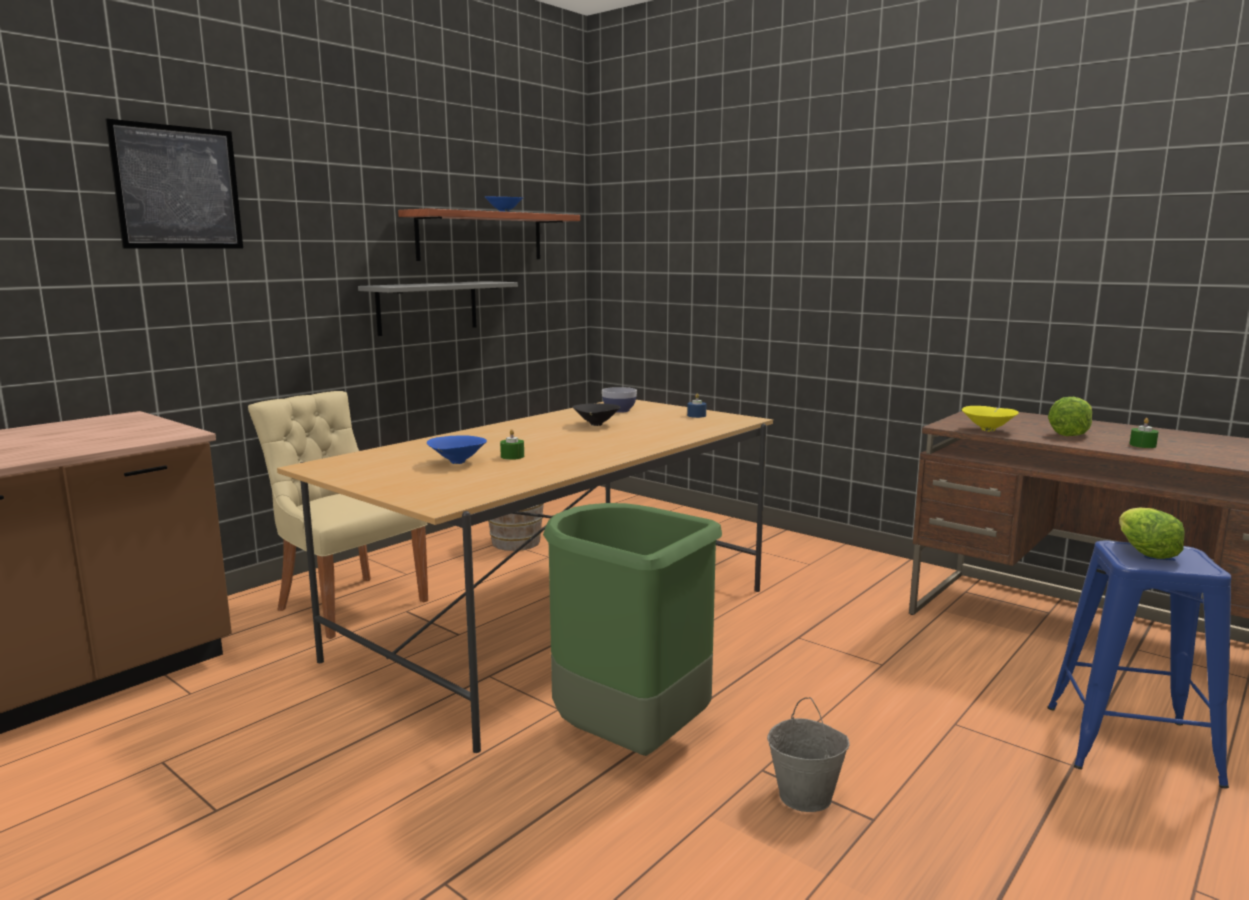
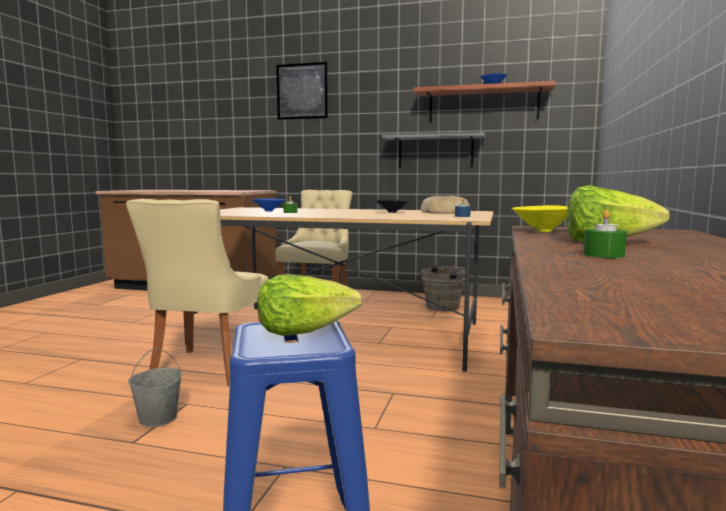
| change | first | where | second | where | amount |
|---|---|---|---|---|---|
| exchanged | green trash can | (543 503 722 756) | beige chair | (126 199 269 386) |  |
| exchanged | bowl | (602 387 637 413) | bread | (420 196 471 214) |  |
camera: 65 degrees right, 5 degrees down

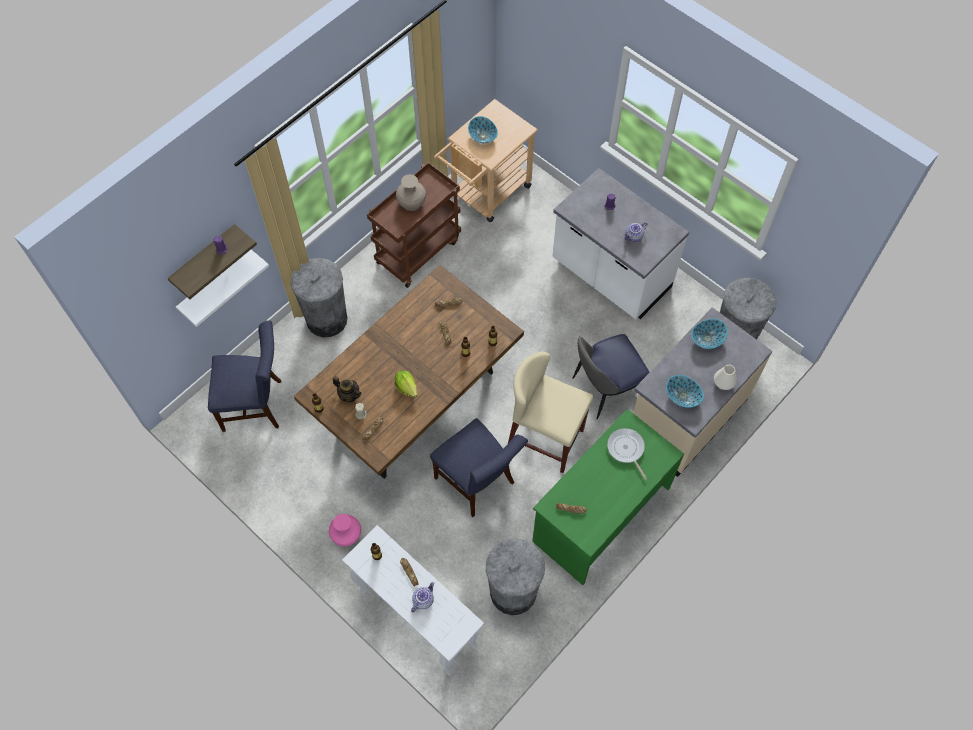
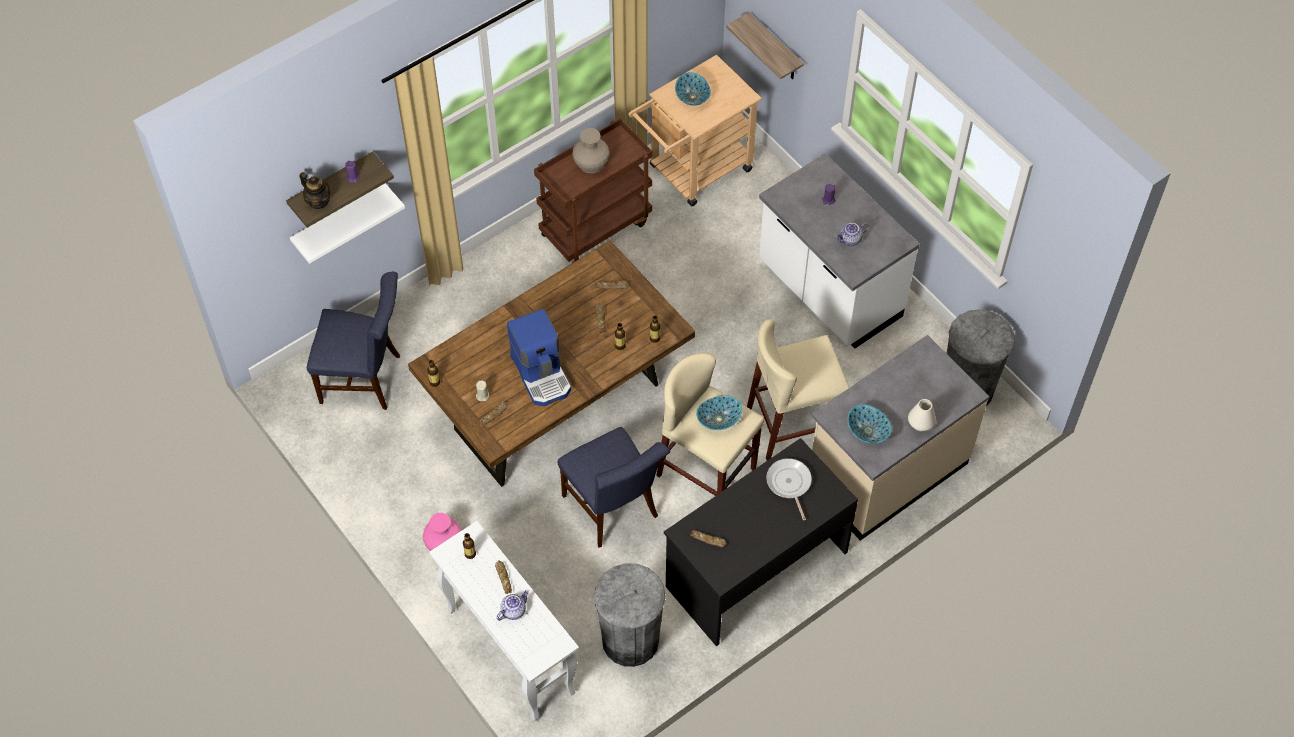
| change | first | where | second | where | amount |
|---|---|---|---|---|---|
| relocated | teapot | (333 376 362 402) |  | (300 172 330 209) |  |
| exchanged | lettuce | (395 370 417 398) | coffee machine | (507 309 571 406) |  |
| colour | green desk | (532 409 684 585) | black desk | (664 438 858 646) |  |
| relocated | bowl | (691 319 728 349) |  | (696 395 742 430) |  |
| appeared |  |  | shelf | (726 12 804 79) |  |
| exchanged | chair | (572 334 650 419) | beige stool | (747 319 850 461) |  |
| missing | grey trash can | (290 258 347 337) |  |  |  |
camera: 10 degrees right, 5 degrees down

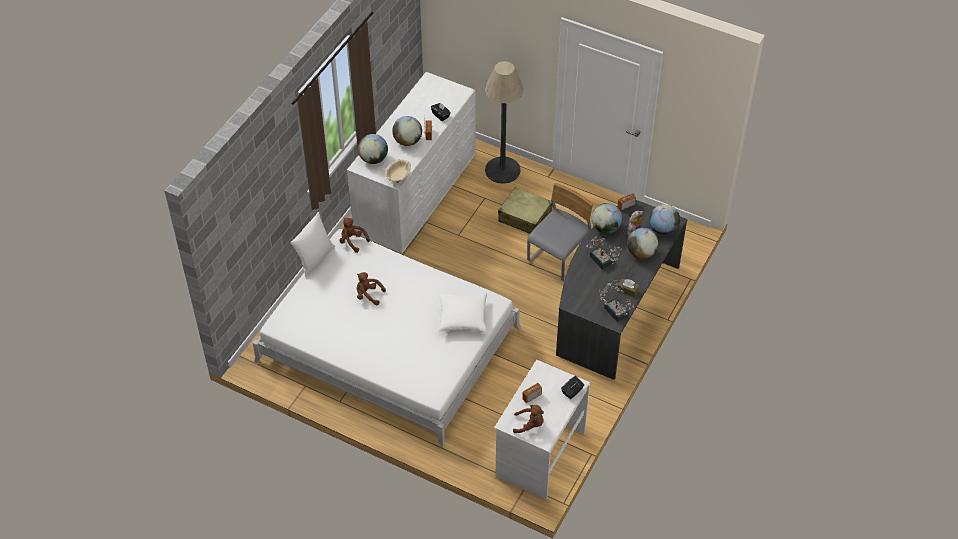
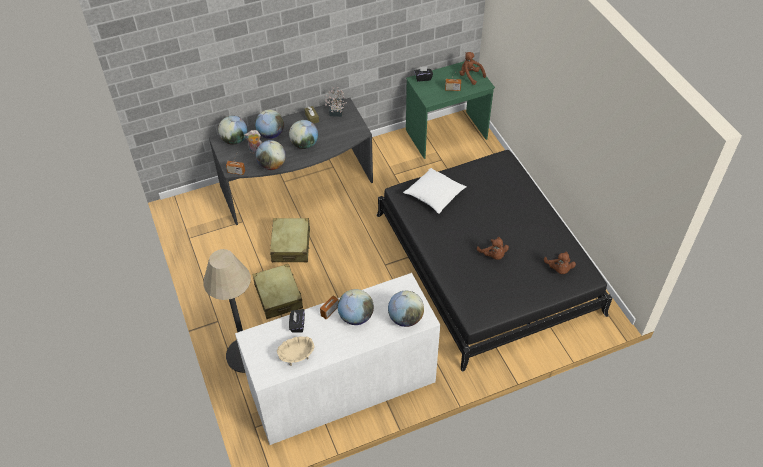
| change | first | where | second | where | amount |
|---|---|---|---|---|---|
| exchanged | grey chair | (527 183 593 281) | beige suitcase | (270 218 310 262) |  |
| relocated | beige bowl | (385 159 411 183) |  | (277 336 315 366) |  |
| exchanged | potted plant | (586 237 620 270) | globe | (289 120 318 149) |  |
| colour | white bed | (253 229 521 448) | black bed | (377 150 612 372) |  |
| colour | white desk | (494 360 590 500) | green desk | (406 59 495 159) |  |
| relocated | brown plush toy | (339 218 370 253) |  | (544 251 576 274) |  |
| missing | white pillow | (290 212 335 277) |  |  |  |
camera: 140 degrees left, 0 degrees up

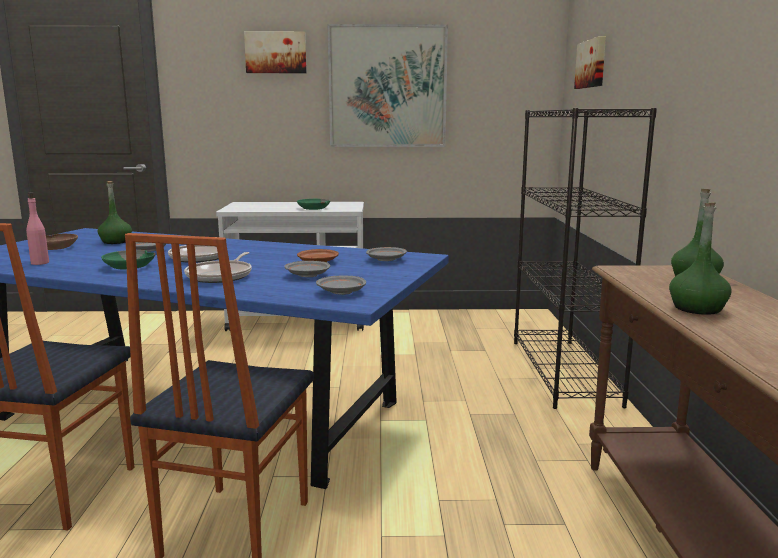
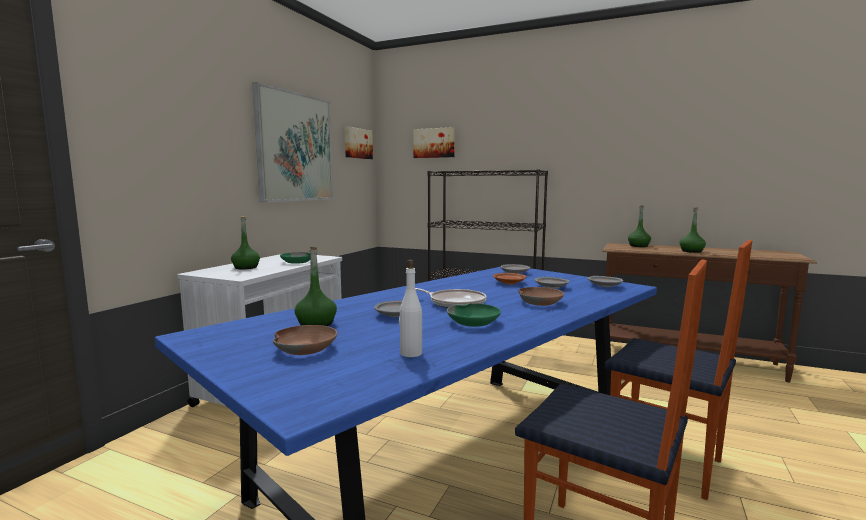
| change | first | where | second | where | amount |
|---|---|---|---|---|---|
| appeared |  |  | green bottle | (231 216 260 269) |  |
| relocated | picture | (244 31 307 73) |  | (345 126 373 159) |  |
| colour | pink bottle | (26 192 49 265) | white bottle | (399 260 422 357) |  |
| exchanged | frying pan | (184 252 252 283) | brown bowl | (518 287 564 306) |  |
camera: 65 degrees left, 5 degrees down

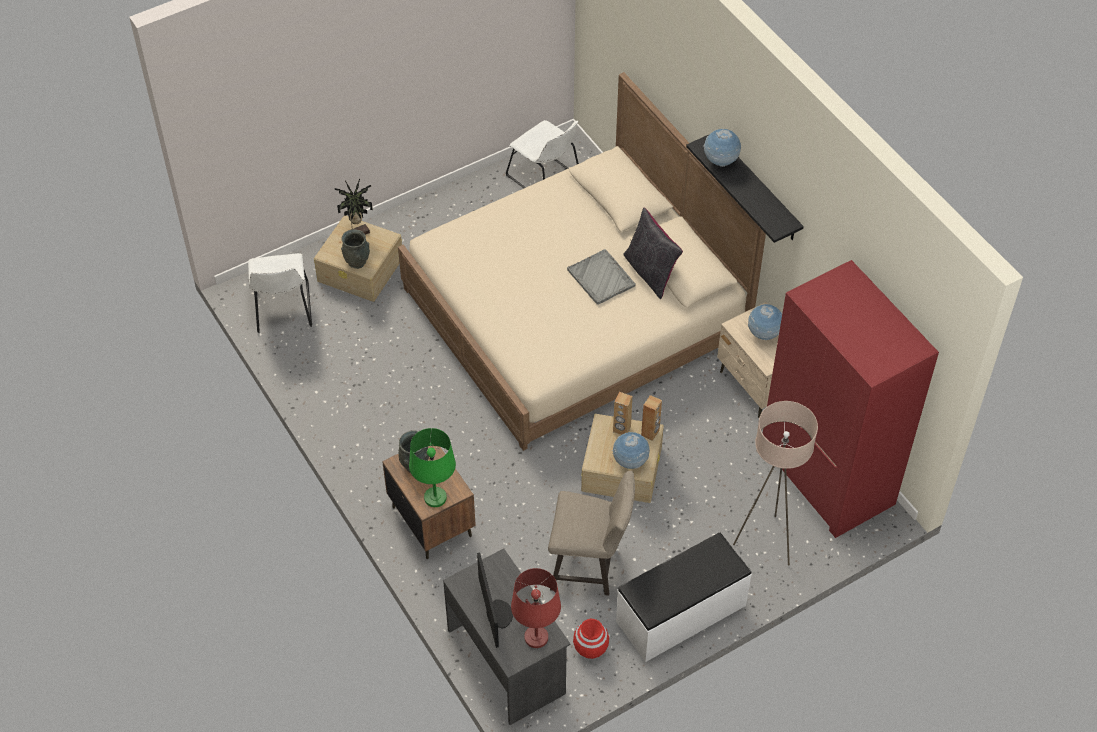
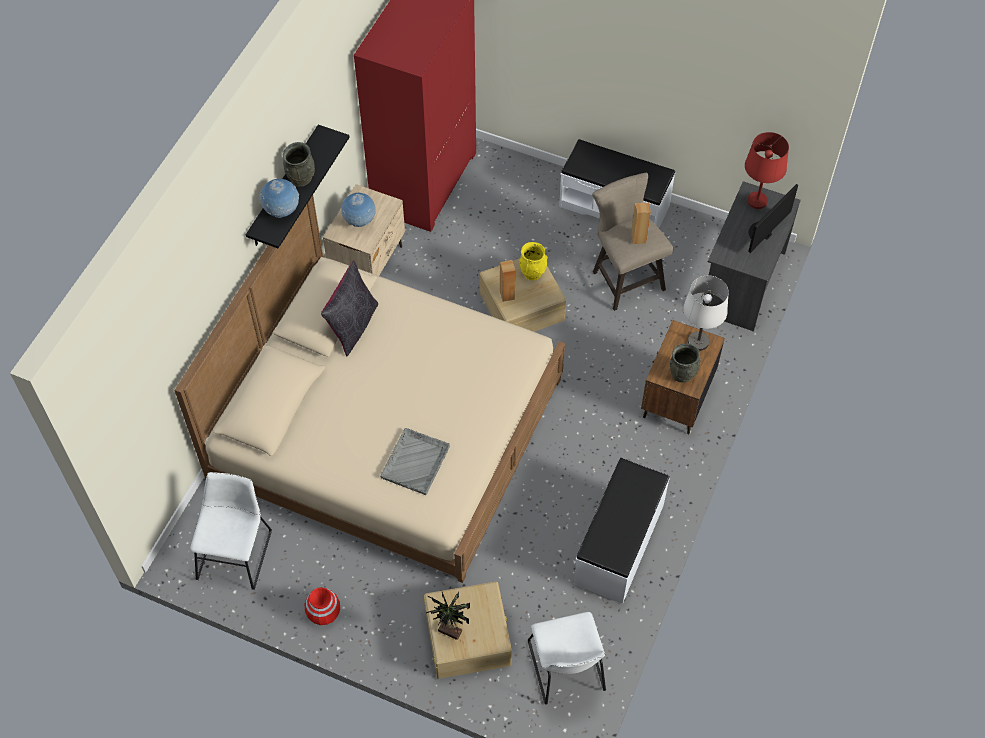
| change | first | where | second | where | amount |
|---|---|---|---|---|---|
| relocated | grey vase | (341 229 370 269) |  | (283 142 315 187) |  |
| relocated | red vase | (573 619 609 659) |  | (305 587 340 625) |  |
| relocated | grey tray | (567 249 636 305) |  | (380 428 450 495) |  |
| exchanged | globe | (612 432 650 469) | yellow vase | (519 242 548 281) |  |
| spun | white chair | (248 253 312 333) |  | (528 612 606 705) | 120 degrees clockwise |
| appeared |  |  | white bench | (574 458 670 604) |  |
| relocated | brown speaker | (641 395 662 441) |  | (631 202 651 244) |  |
| colour | green table lamp | (409 428 456 507) | white table lamp | (683 275 729 351) |  |
| missing | beige floor lamp | (733 401 818 566) |  |  |  |
camera: 125 degrees left, 5 degrees up

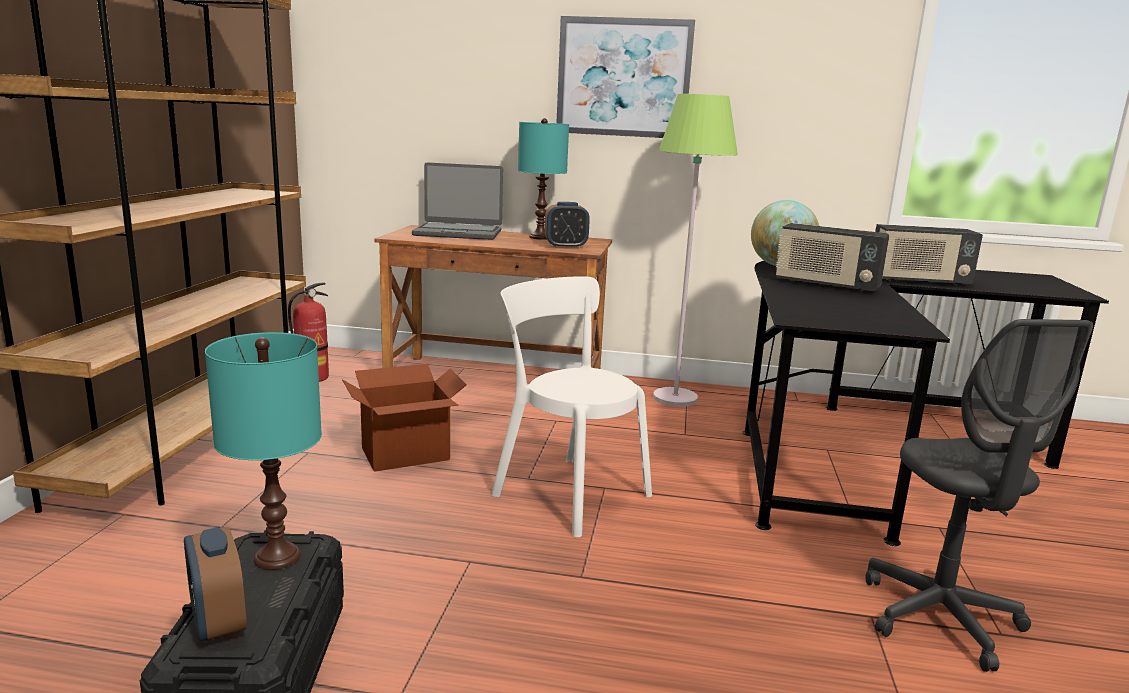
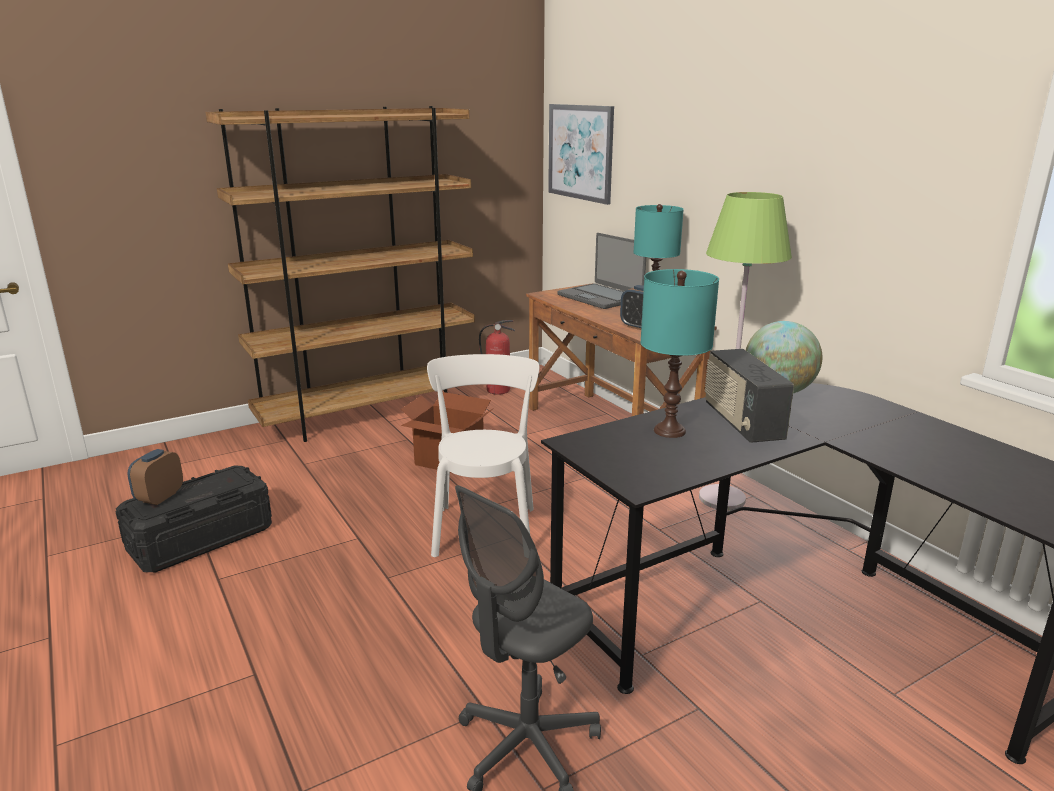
| change | first | where | second | where | amount |
|---|---|---|---|---|---|
| relocated | picture | (556 16 695 138) |  | (548 104 614 205) |  |
| relocated | turquoise table lamp | (205 332 322 570) |  | (640 269 719 438) |  |
| missing | radio | (875 224 983 286) |  |  |  |
camera: 50 degrees right, 5 degrees up

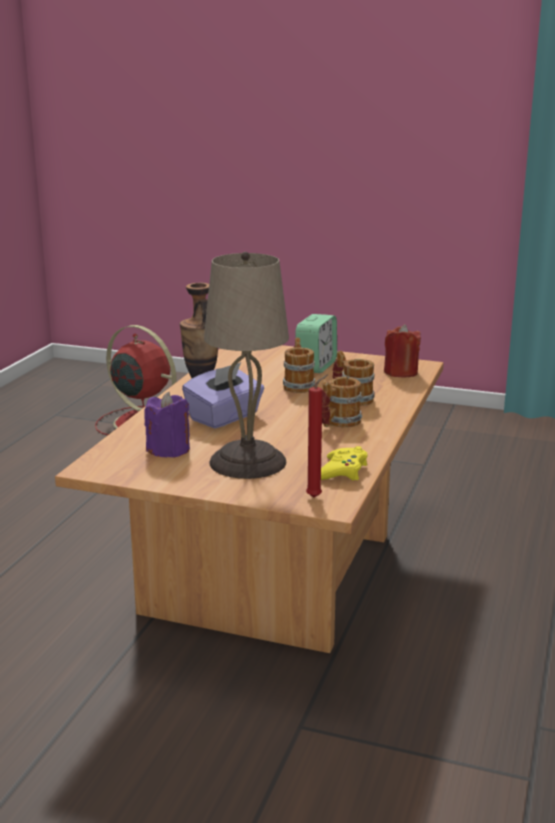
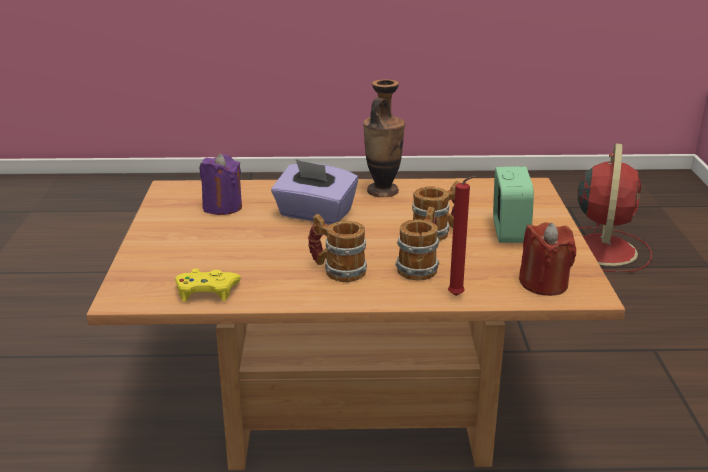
| change | first | where | second | where | amount |
|---|---|---|---|---|---|
| relocated | red candle | (306 374 328 498) |  | (448 176 476 296) |  |
| spun | alarm clock | (295 314 337 373) |  | (493 166 534 243) | 90 degrees counterclockwise |
| missing | beige table lamp | (204 252 289 479) |  |  |  |
camera: 70 degrees right, 5 degrees up

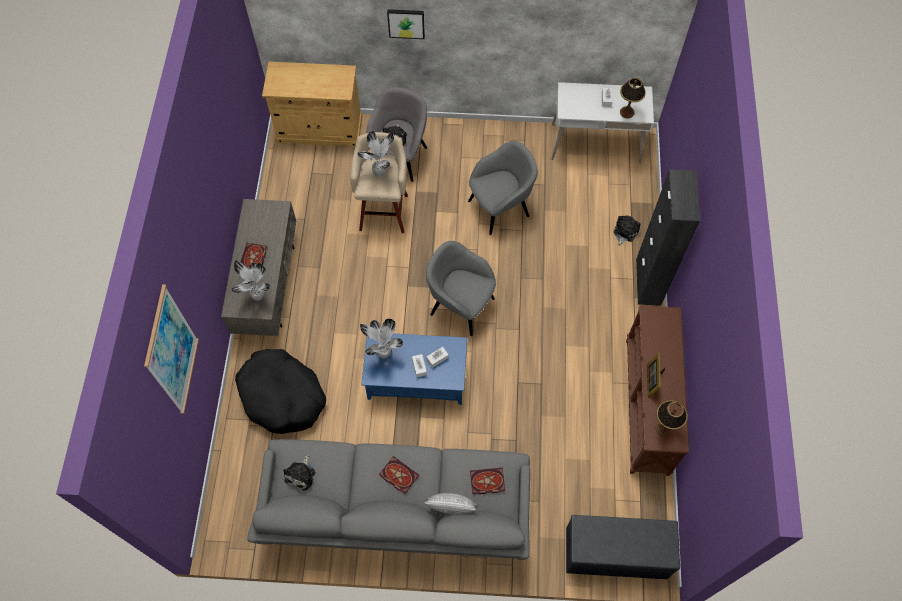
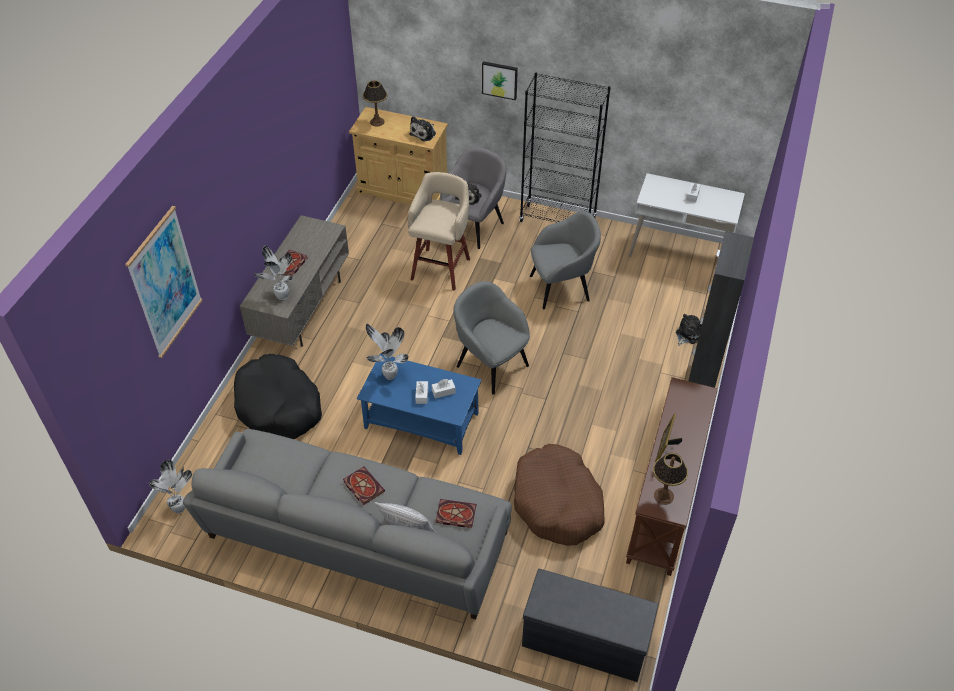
| change | first | where | second | where | amount |
|---|---|---|---|---|---|
| relocated | potted plant | (358 131 394 177) |  | (147 460 192 513) |  |
| relocated | table lamp | (620 78 646 119) |  | (363 80 387 126) |  |
| relocated | plush toy | (283 455 315 491) |  | (409 116 436 142) |  |
| appeared |  |  | brown dog bed | (514 444 605 546) |  |
| appeared |  |  | black bookcase | (519 73 611 222) |  |
camera: 15 degrees right, 15 degrees down

